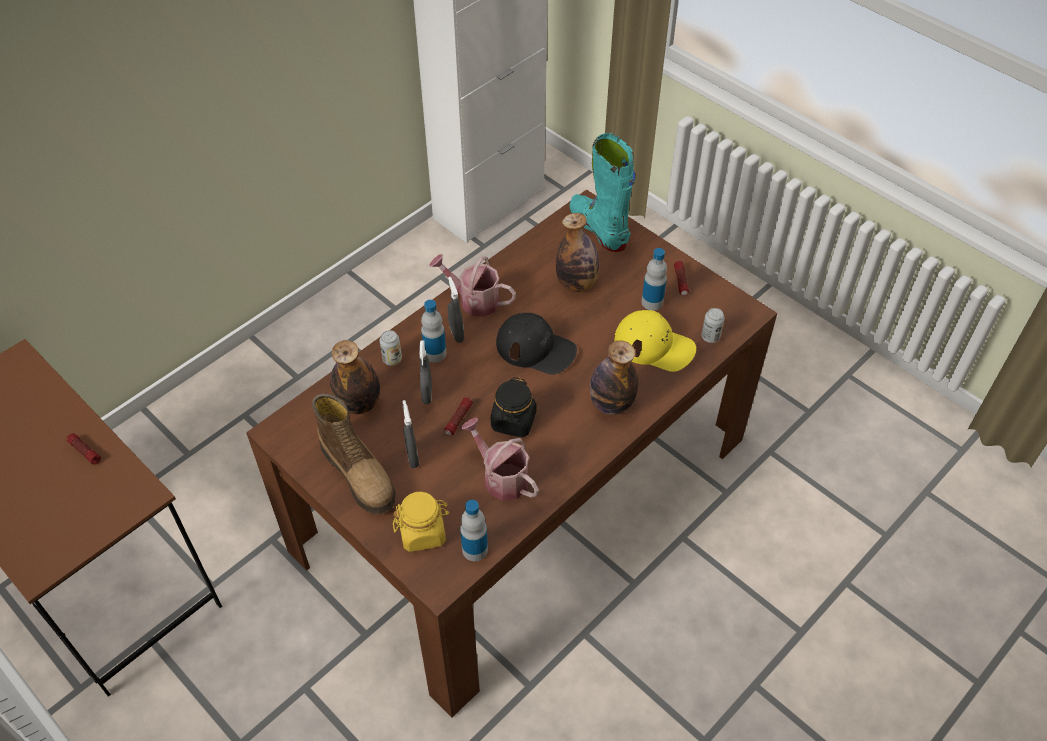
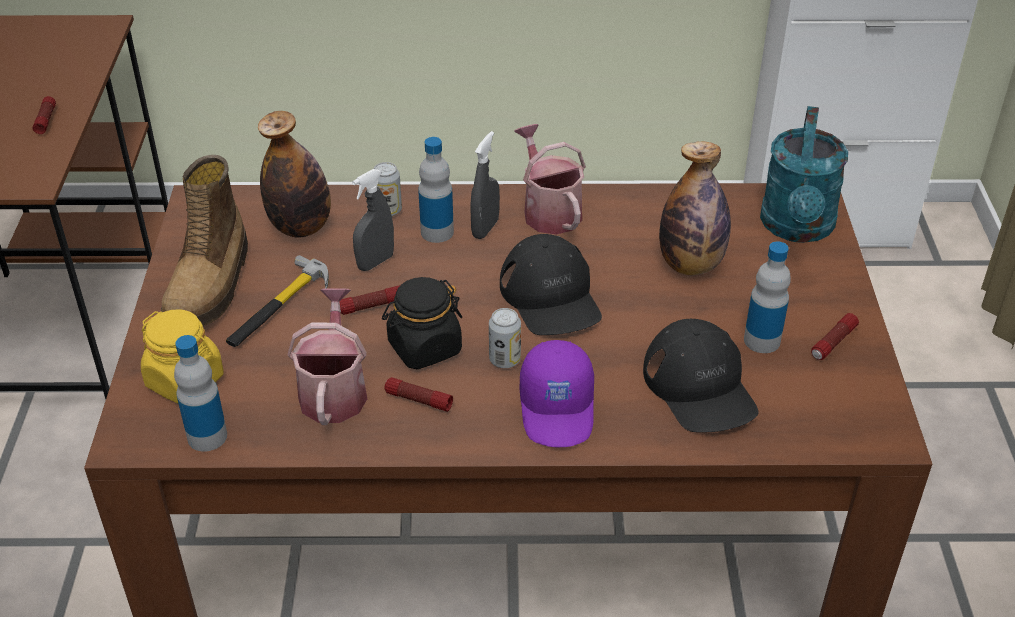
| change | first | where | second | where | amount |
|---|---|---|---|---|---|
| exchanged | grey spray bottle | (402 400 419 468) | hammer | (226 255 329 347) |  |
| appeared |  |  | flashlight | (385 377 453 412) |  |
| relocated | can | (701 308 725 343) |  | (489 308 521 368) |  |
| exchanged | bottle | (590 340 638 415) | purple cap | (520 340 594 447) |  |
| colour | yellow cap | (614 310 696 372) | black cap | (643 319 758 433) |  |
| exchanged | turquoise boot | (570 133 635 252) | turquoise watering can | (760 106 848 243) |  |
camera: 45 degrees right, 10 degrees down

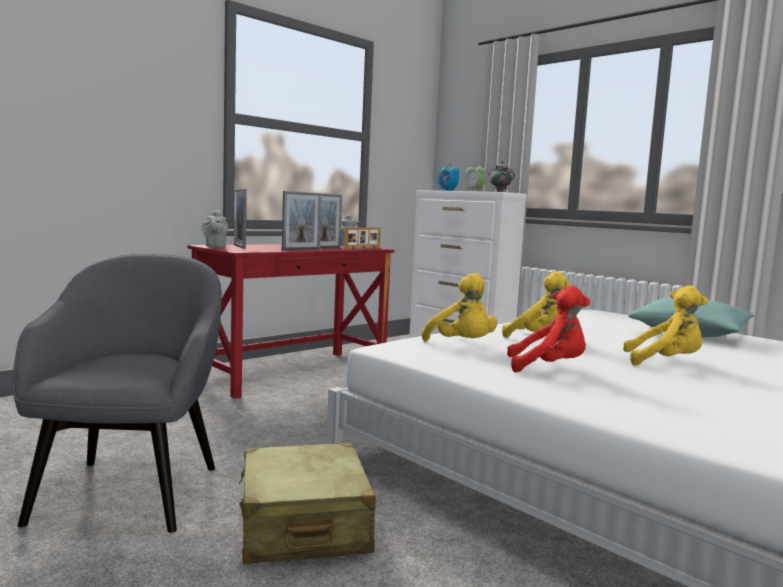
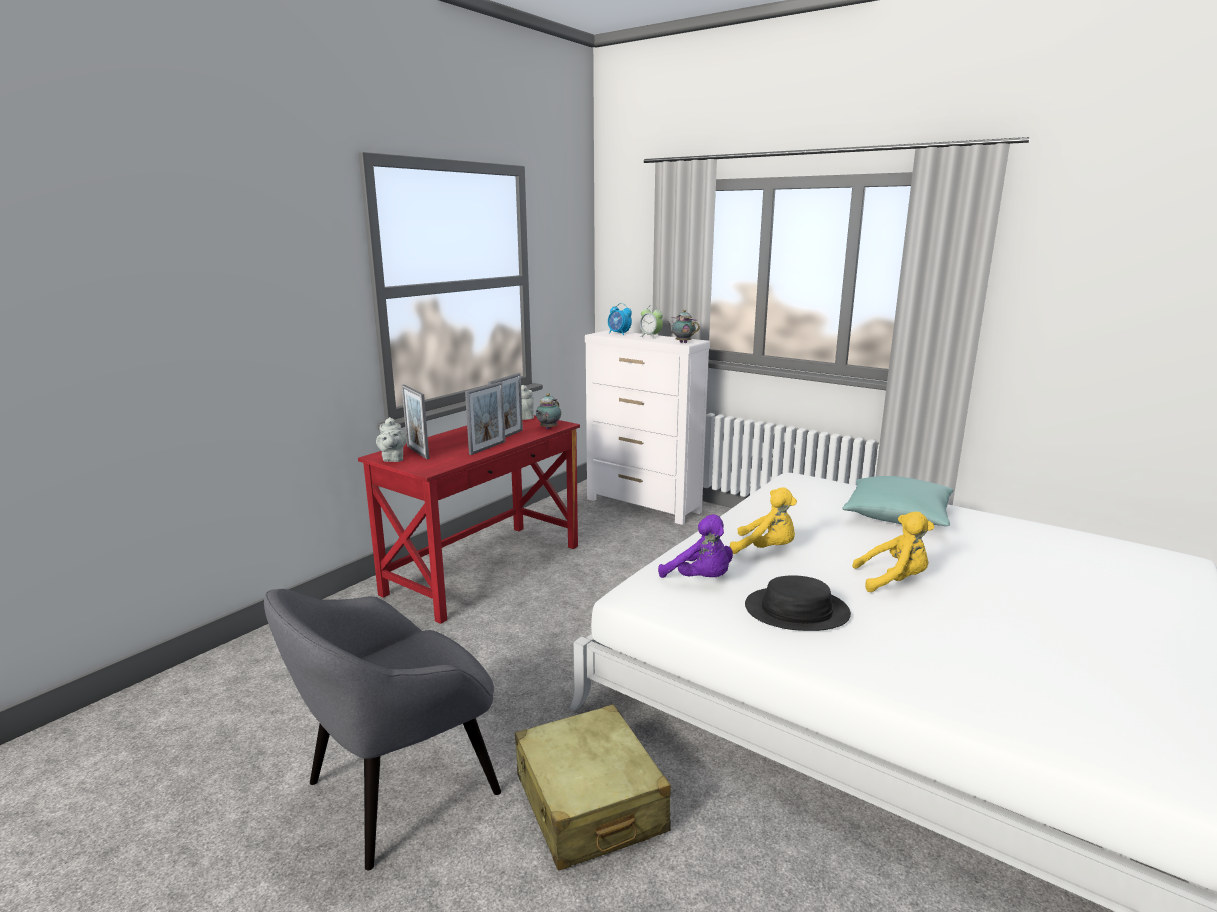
| change | first | where | second | where | amount |
|---|---|---|---|---|---|
| spun | grey armchair | (13 254 222 533) |  | (264 589 501 871) | 120 degrees counterclockwise |
| exchanged | picture frame | (345 227 381 249) | teapot | (535 393 561 429) |  |
| colour | yellow plush toy | (422 273 497 341) | purple plush toy | (658 514 733 578) |  |
| exchanged | red plush toy | (507 286 590 372) | black hat | (745 575 851 631) |  |
camera: 10 degrees left, 10 degrees up

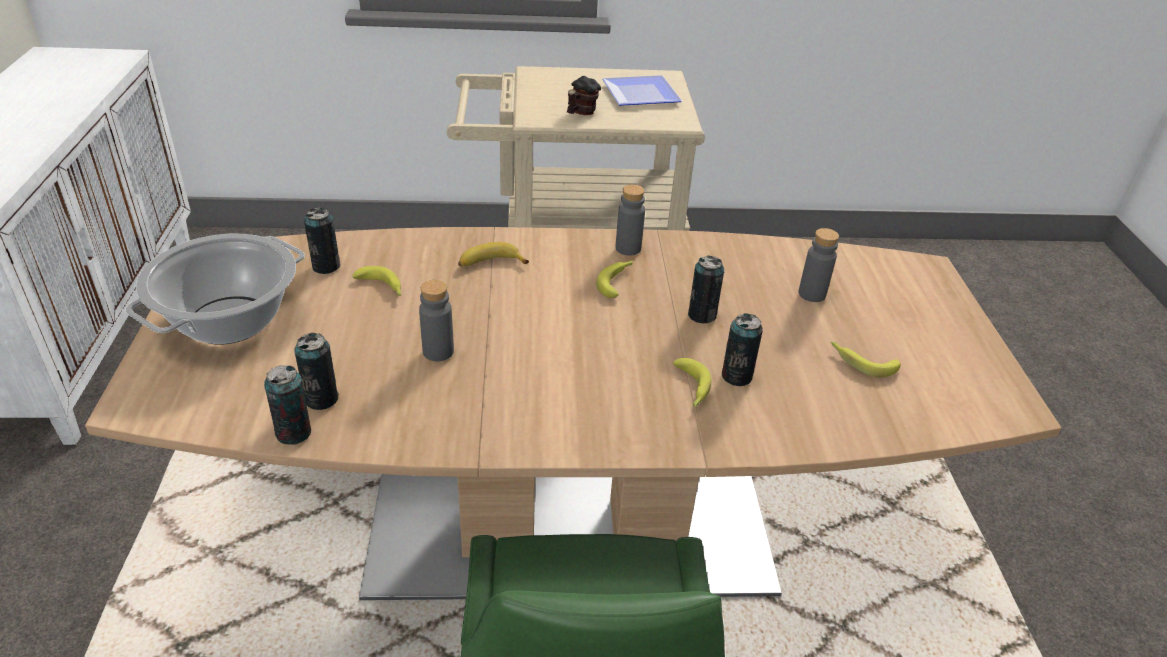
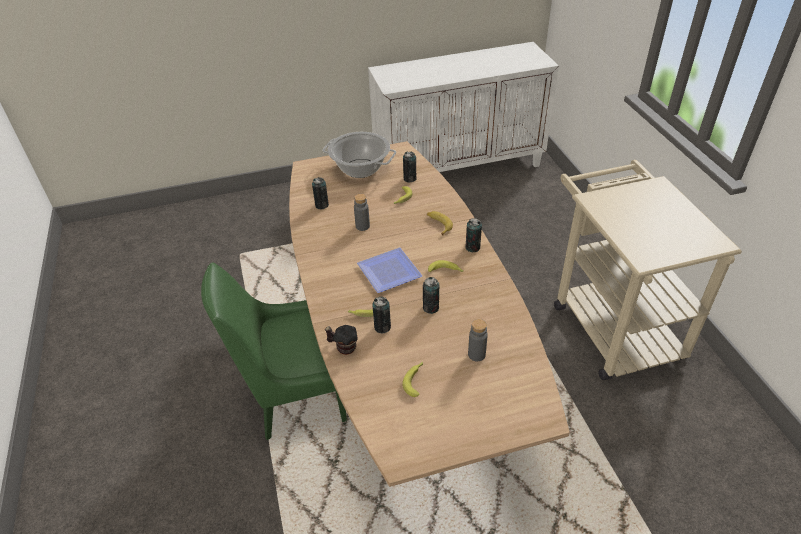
| change | first | where | second | where | amount |
|---|---|---|---|---|---|
| relocated | mug | (567 76 601 115) |  | (325 325 358 355) |  |
| relocated | plate | (602 75 682 106) |  | (357 247 422 293) |  |
| relocated | can | (264 365 311 445) |  | (466 218 482 252) |  |
| missing | grey bottle | (616 184 645 256) |  |  |  |
camera: 80 degrees right, 5 degrees up

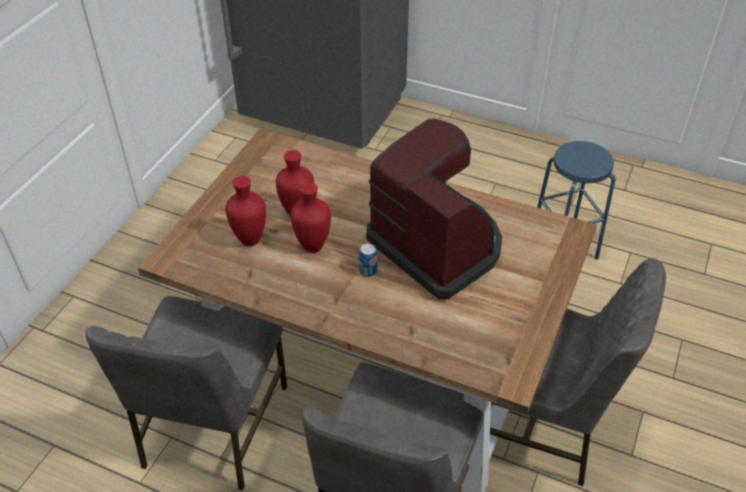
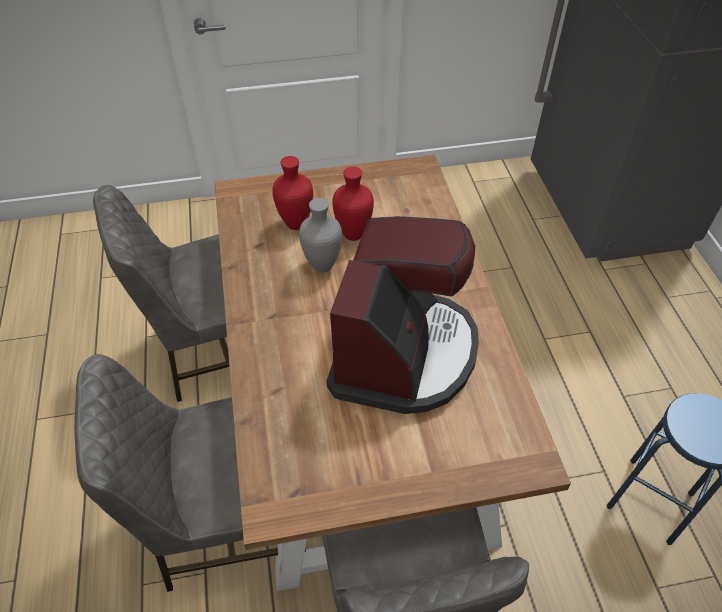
| change | first | where | second | where | amount |
|---|---|---|---|---|---|
| colour | red vase | (291 182 331 253) | grey vase | (299 198 342 273) |  |
| missing | can | (359 243 377 277) |  |  |  |
camera: 55 degrees right, 5 degrees up

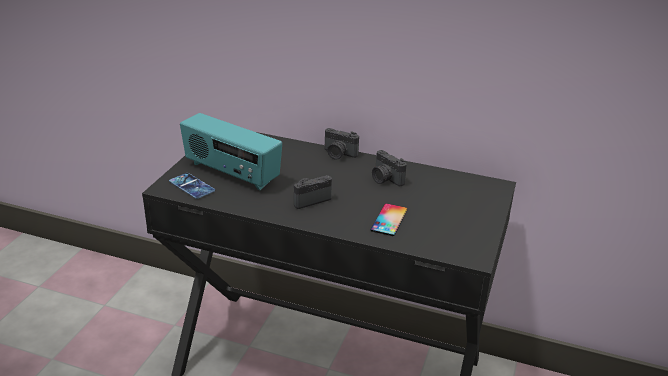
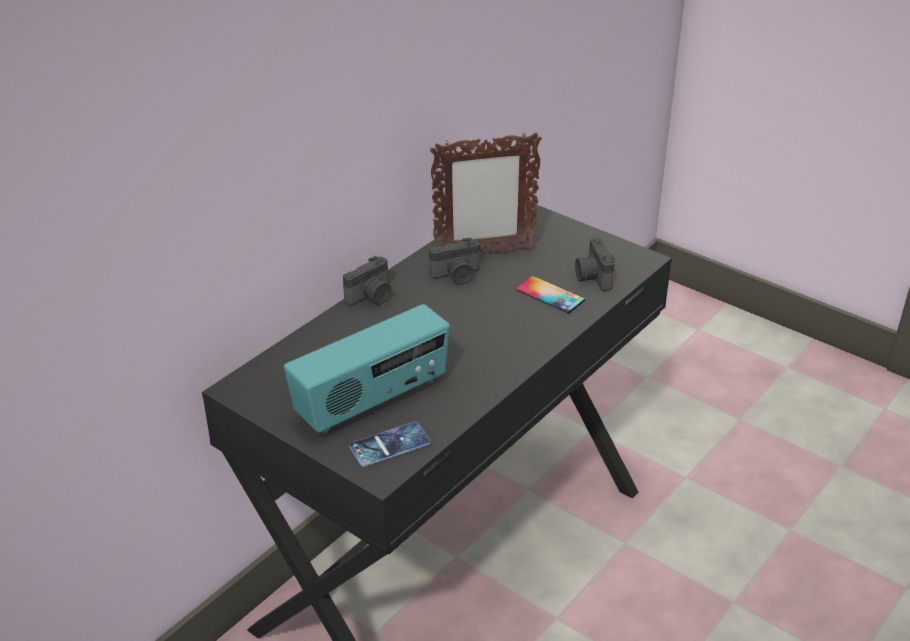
| change | first | where | second | where | amount |
|---|---|---|---|---|---|
| appeared |  |  | picture frame | (430 132 542 254) |  |
| relocated | photo camera | (294 175 332 209) |  | (575 237 615 291) |  |
camera: 70 degrees left, 5 degrees up

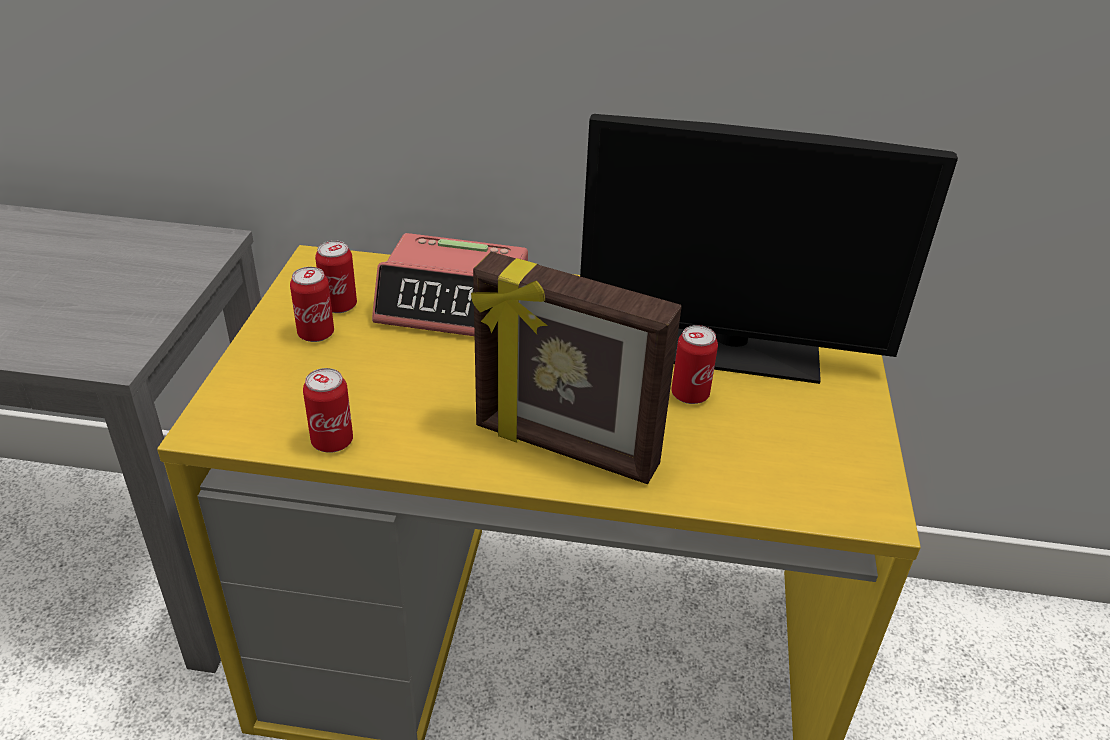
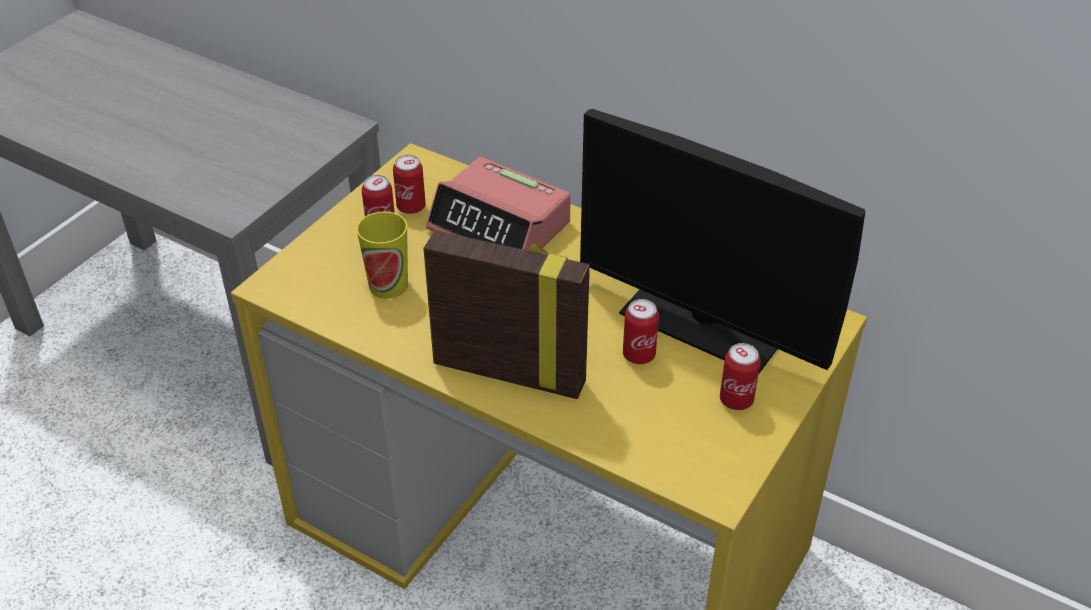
| change | first | where | second | where | amount |
|---|---|---|---|---|---|
| appeared |  |  | cup | (356 211 408 299) |  |
| spun | picture frame | (471 252 682 484) |  | (423 230 590 399) | 150 degrees clockwise |
| relocated | can | (303 368 353 453) |  | (720 343 761 410) |  |
camera: 25 degrees right, 5 degrees up

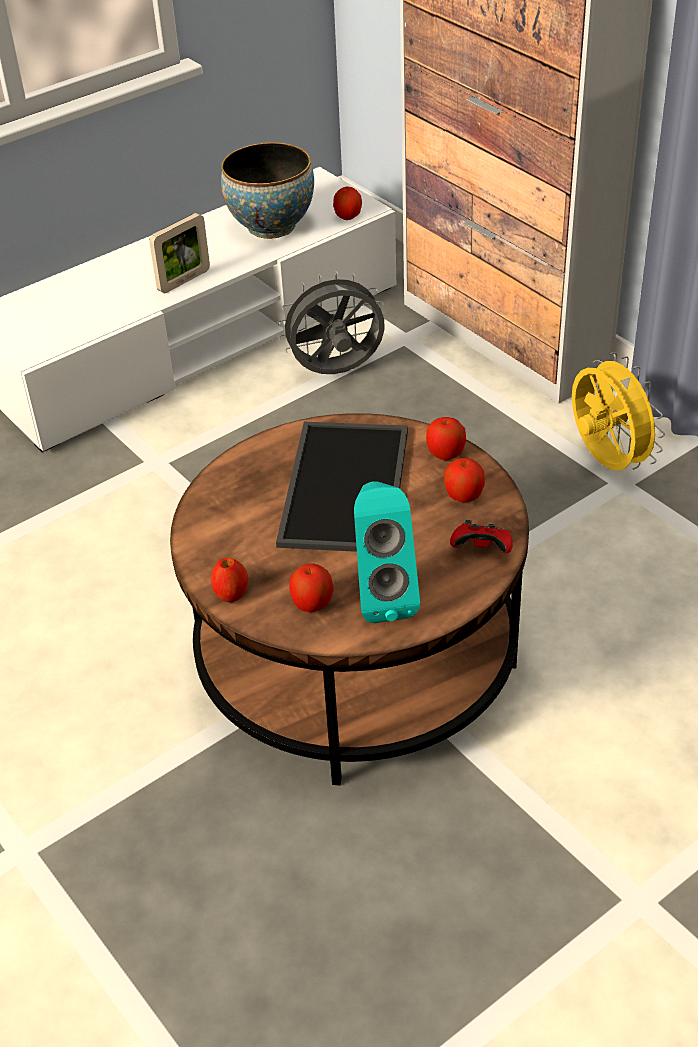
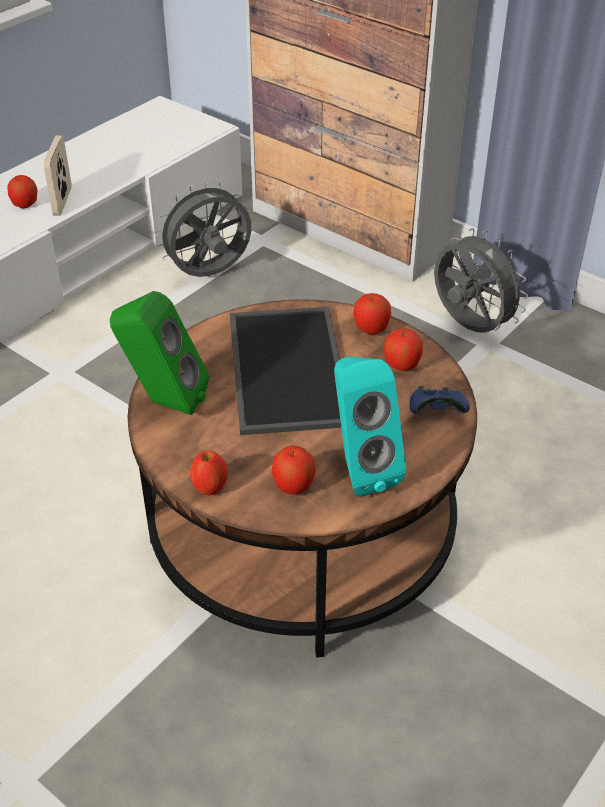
| change | first | where | second | where | amount |
|---|---|---|---|---|---|
| relocated | apple | (333 187 362 220) |  | (8 175 38 208) |  |
| spun | picture frame | (149 213 210 293) |  | (44 135 71 216) | 150 degrees clockwise |
| appeared |  |  | green speaker | (110 291 209 415) |  |
| colour | red game controller | (450 520 513 553) | blue game controller | (410 386 470 414) |  |
| colour | yellow fan | (572 352 665 471) | grey fan | (434 228 528 333) |  |
| missing | bowl | (221 142 314 239) |  |  |  |
camera: 15 degrees left, 0 degrees up

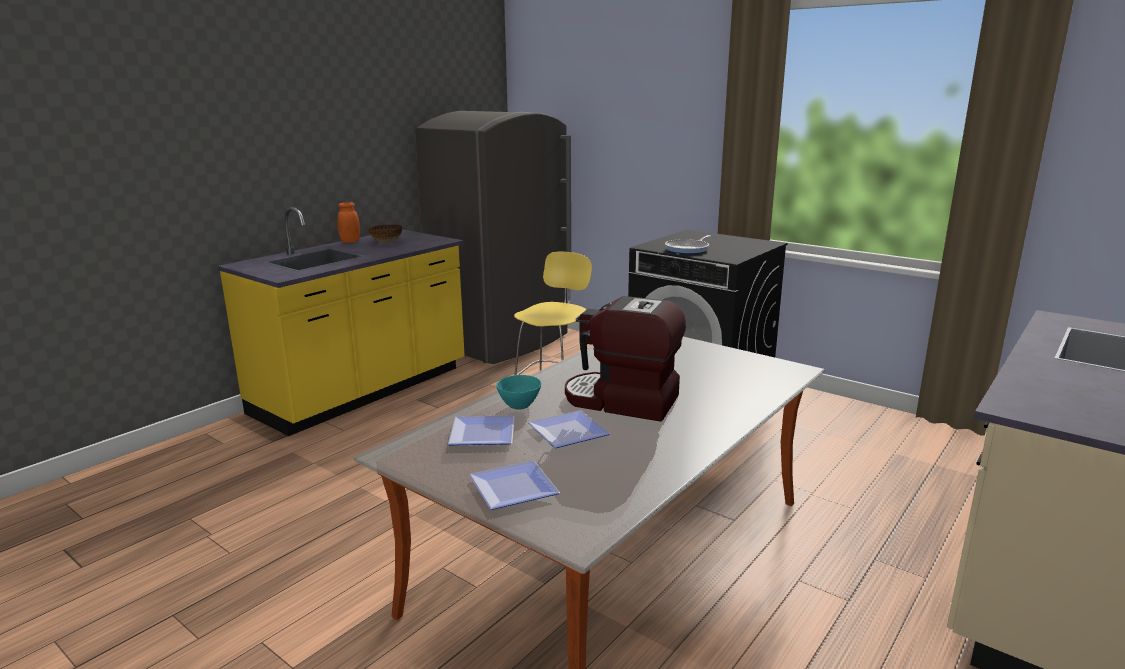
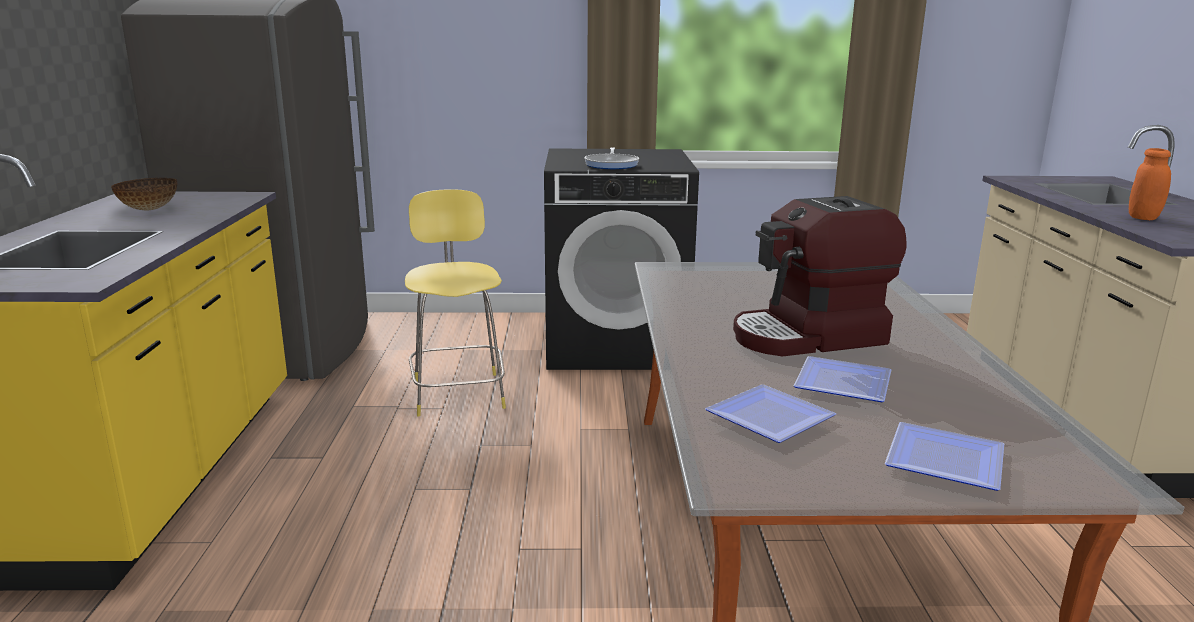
| change | first | where | second | where | amount |
|---|---|---|---|---|---|
| relocated | orange jar | (337 202 360 243) |  | (1129 148 1171 220) |  |
| missing | turquoise bowl | (496 375 541 410) |  |  |  |
camera: 40 degrees left, 0 degrees up

